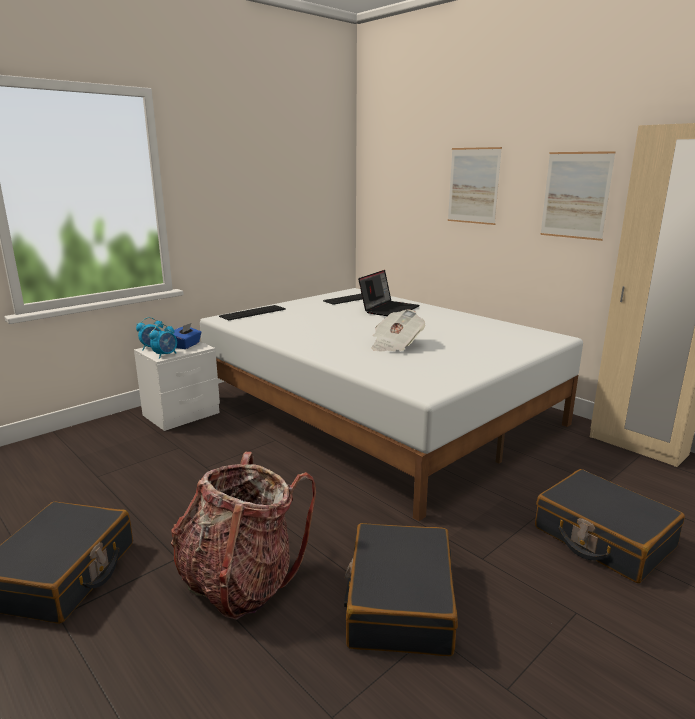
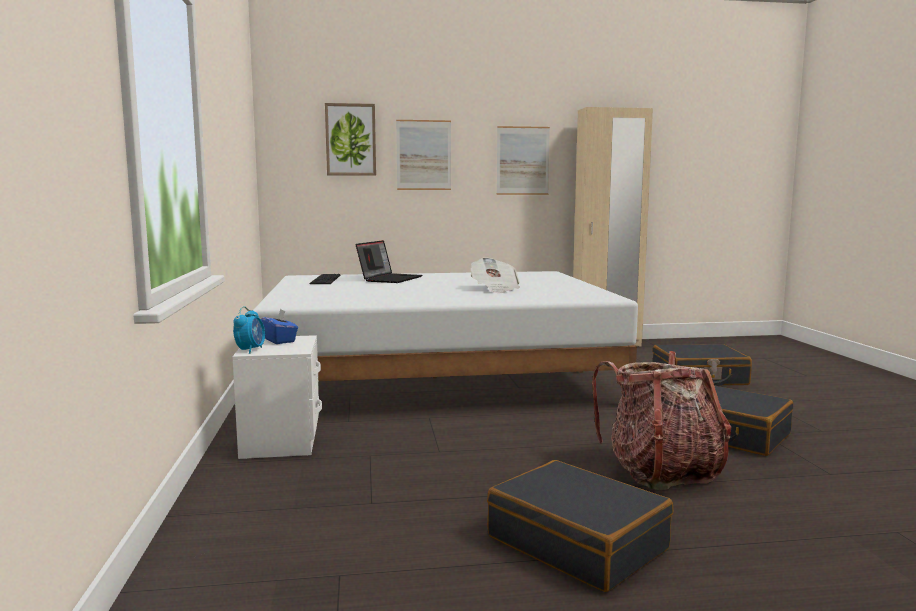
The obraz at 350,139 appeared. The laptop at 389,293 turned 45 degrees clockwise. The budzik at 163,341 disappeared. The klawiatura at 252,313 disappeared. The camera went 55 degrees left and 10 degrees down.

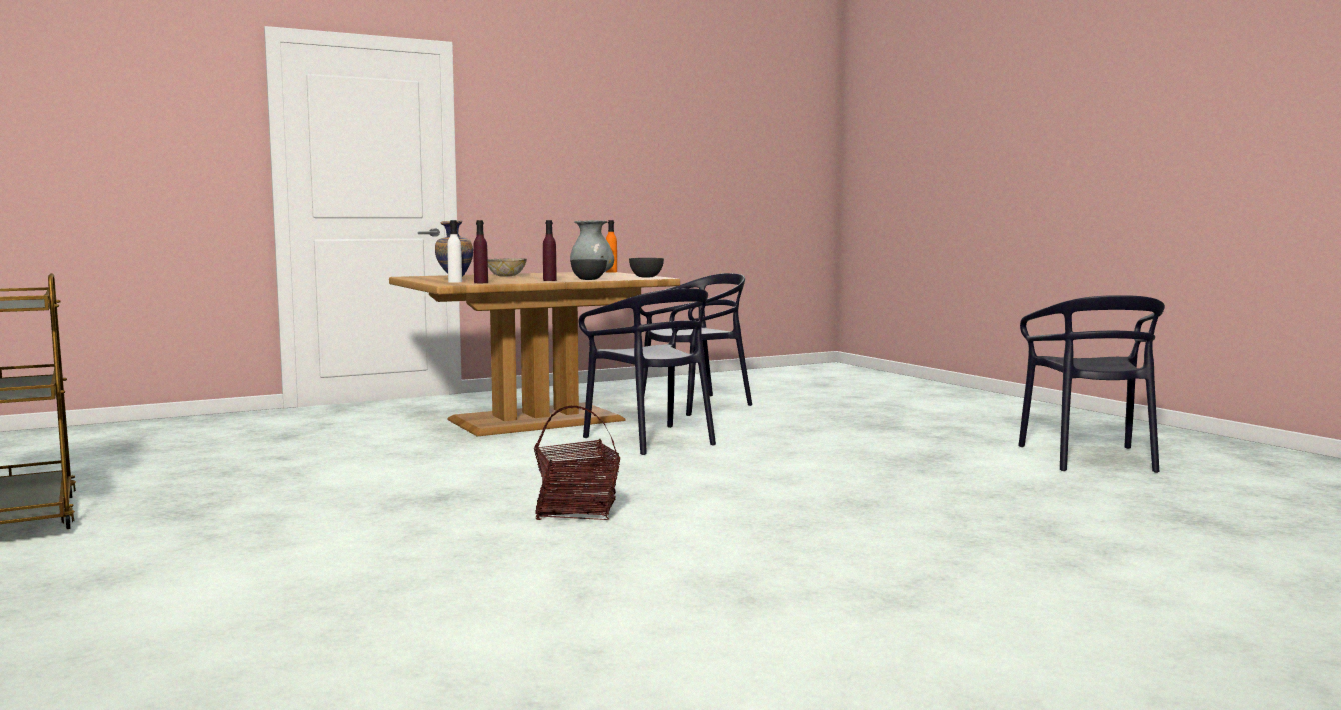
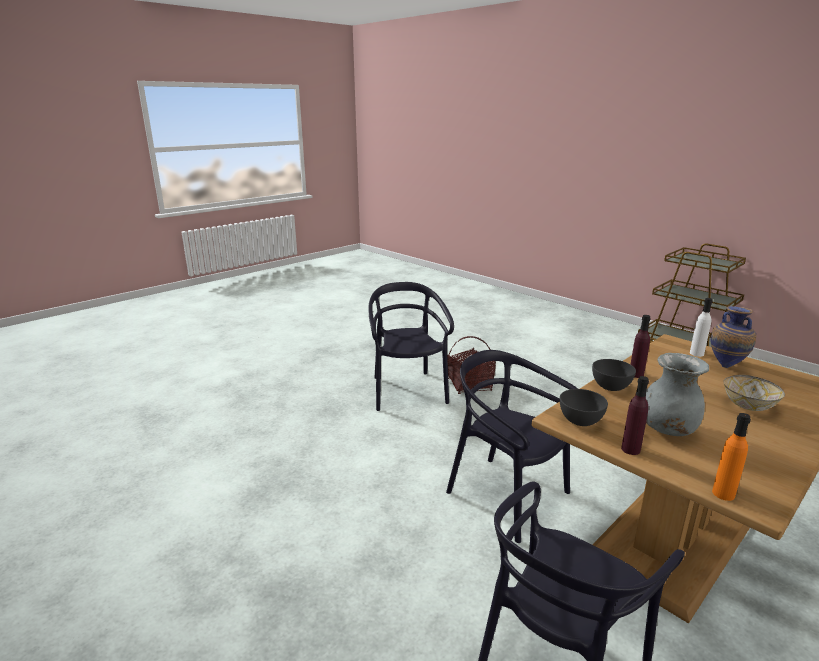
The krzesło/czarny moved from 1091,384 to 411,346. The butelka/fioletowy moved from 480,251 to 635,415. The camera went 165 degrees right and 15 degrees up.

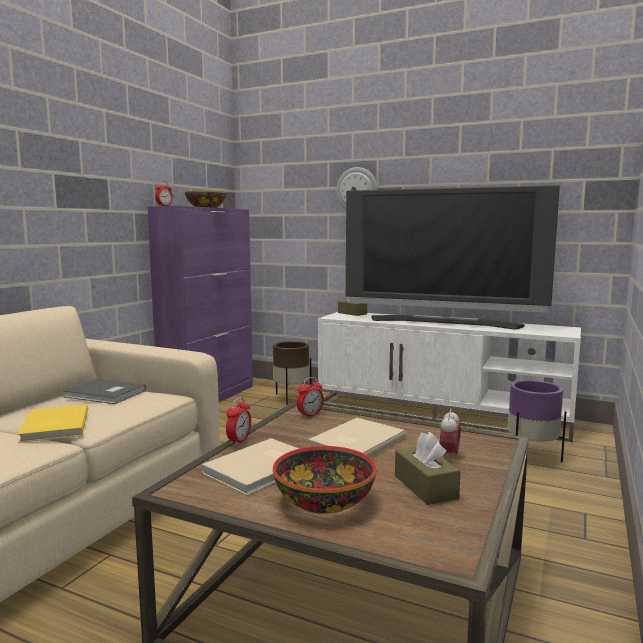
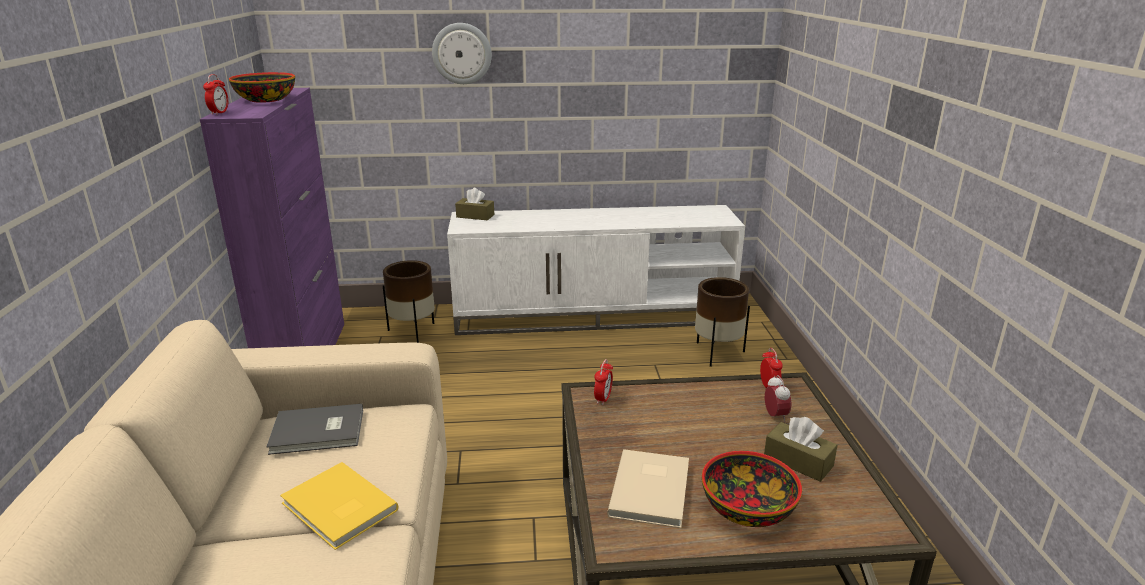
The donica/fioletowy at 537,421 became the donica/brązowy at 722,322. The budzik moved from 238,421 to 771,368. The książka/beżowy at 357,438 disappeared. The telewizor at 453,257 disappeared. The camera went 30 degrees left and 15 degrees up.

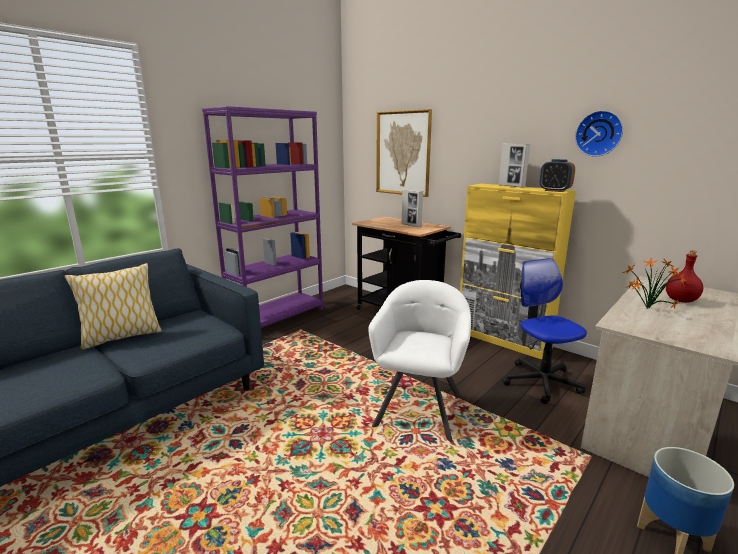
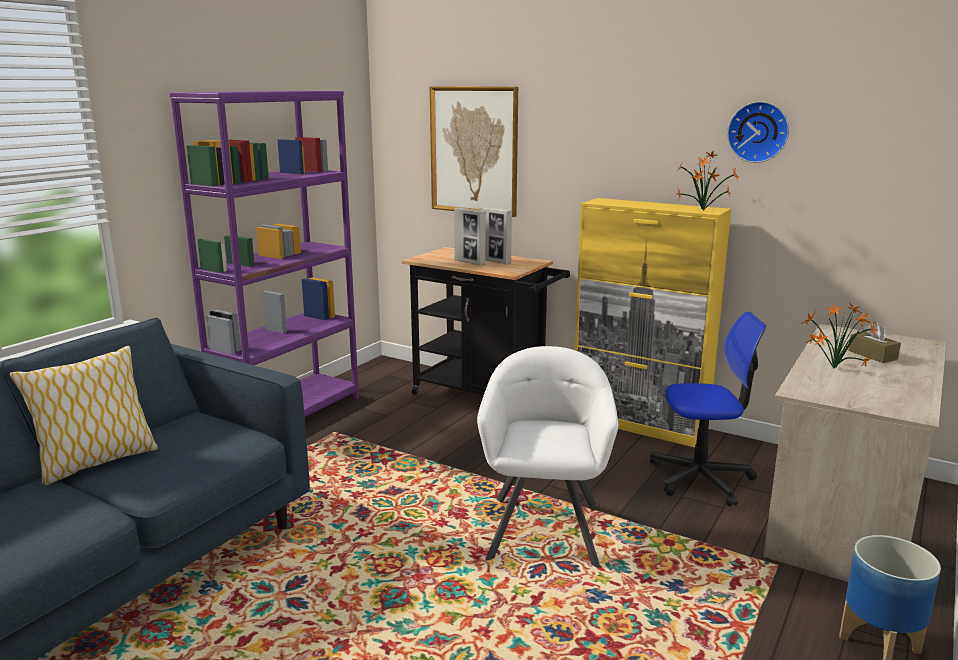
The ramka na zdjęcie moved from 514,165 to 470,236. The krzesło biurowe at 544,331 turned 120 degrees clockwise. The budzik at 557,175 was replaced by the roślina doniczkowa at 708,181. The butelka/czerwony at 684,276 was replaced by the pudełko chusteczek/brązowy at 874,342. The camera went 10 degrees left and 0 degrees up.

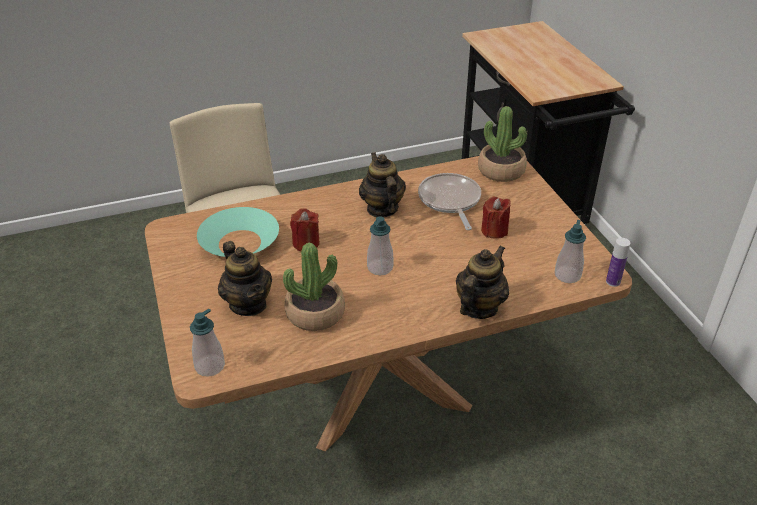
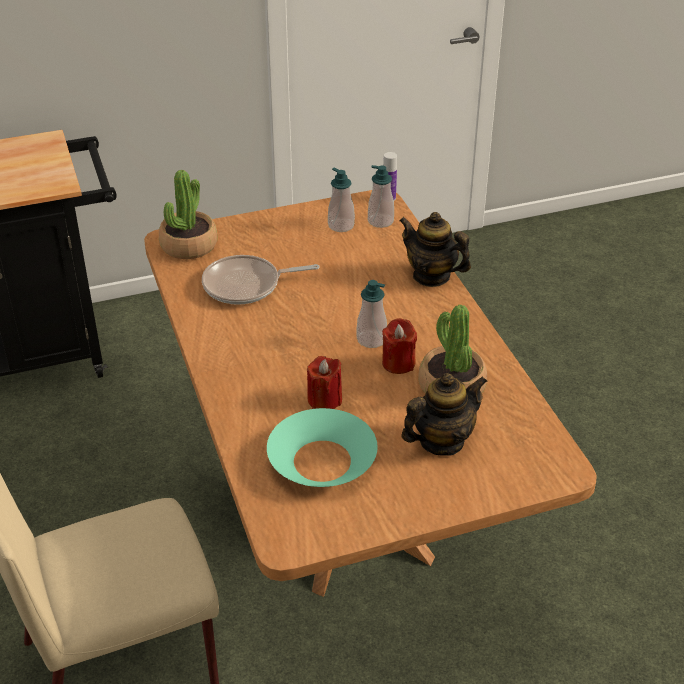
The dozownik mydła moved from 207,342 to 341,200. The świeca/czerwony moved from 496,218 to 399,346. The imbryk at 382,185 disappeared. The camera went 90 degrees left and 0 degrees up.

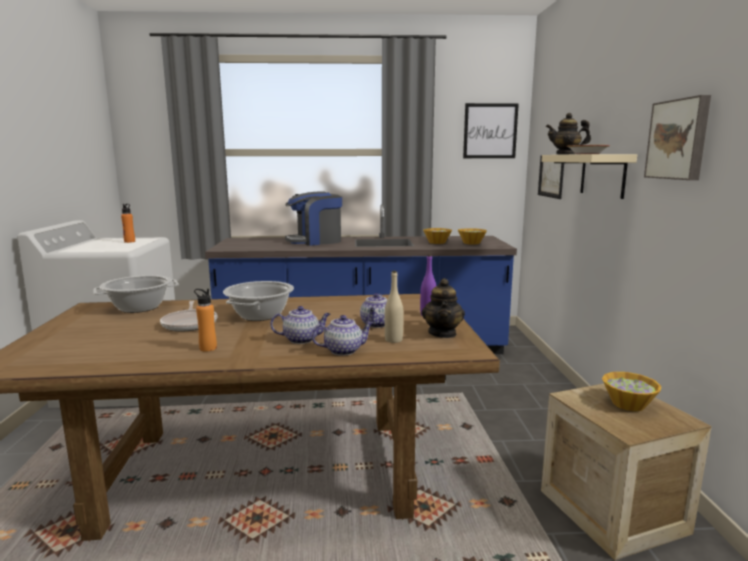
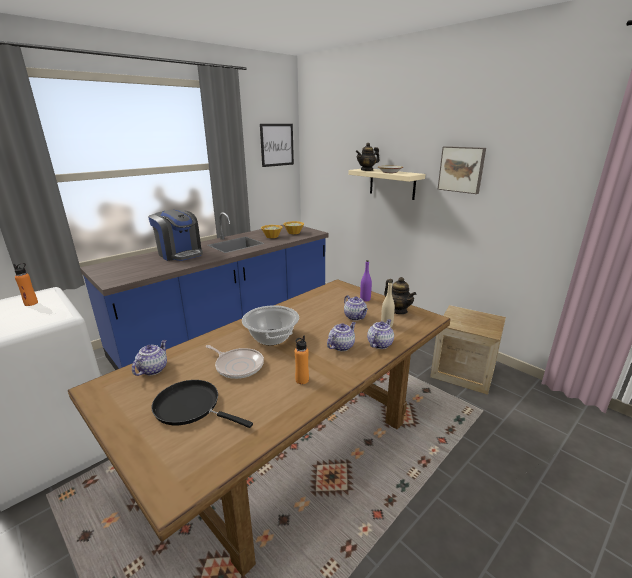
The garnek at 136,294 was replaced by the imbryk at 149,358. The ekspres do kawy at 313,218 turned 75 degrees counterclockwise. The patelnia/czarny at 202,404 appeared. The obraz at 551,177 disappeared. The miska at 631,391 disappeared. The camera went 40 degrees left and 10 degrees up.

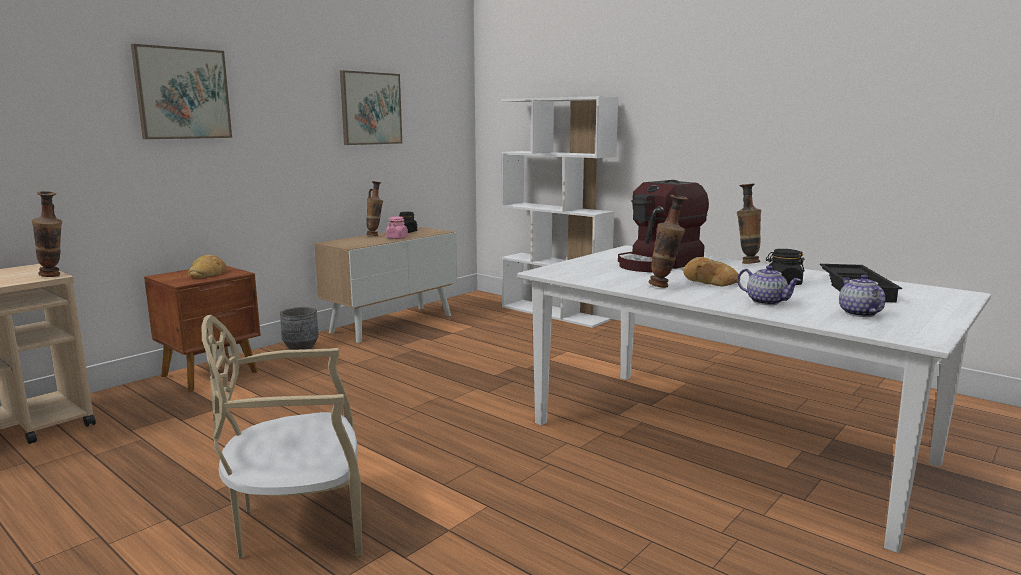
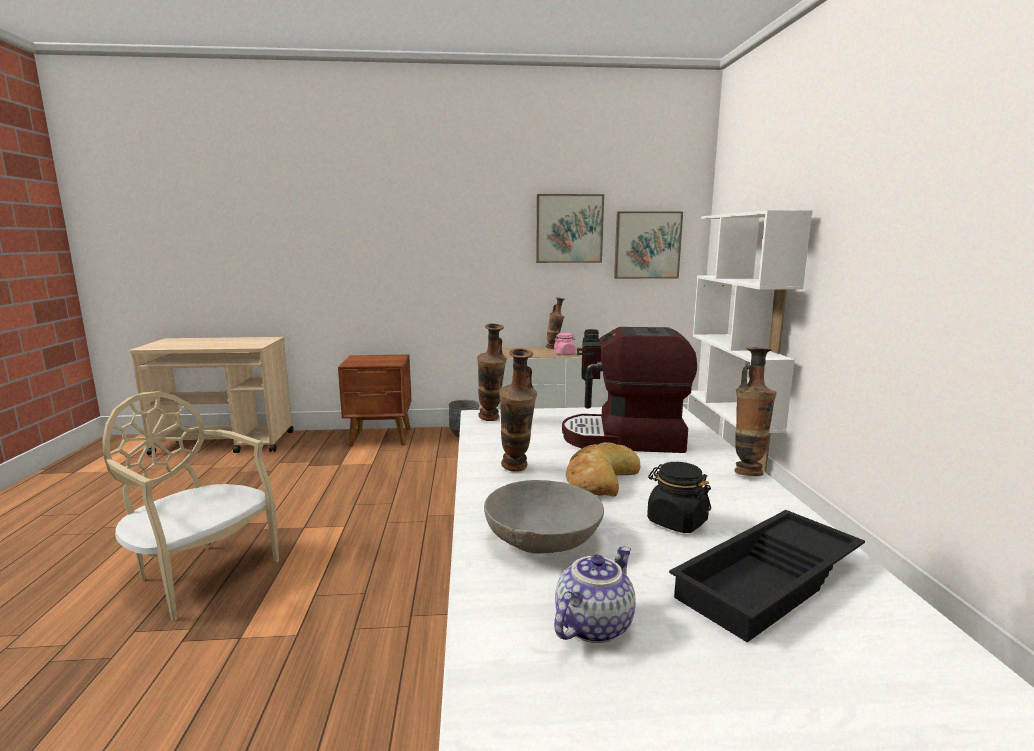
The wazon moved from 47,234 to 492,372. The imbryk at 769,285 was replaced by the miska/szary at 544,517. The obraz moved from 181,91 to 648,245. The chleb at 207,266 disappeared. The camera went 45 degrees right and 0 degrees up.

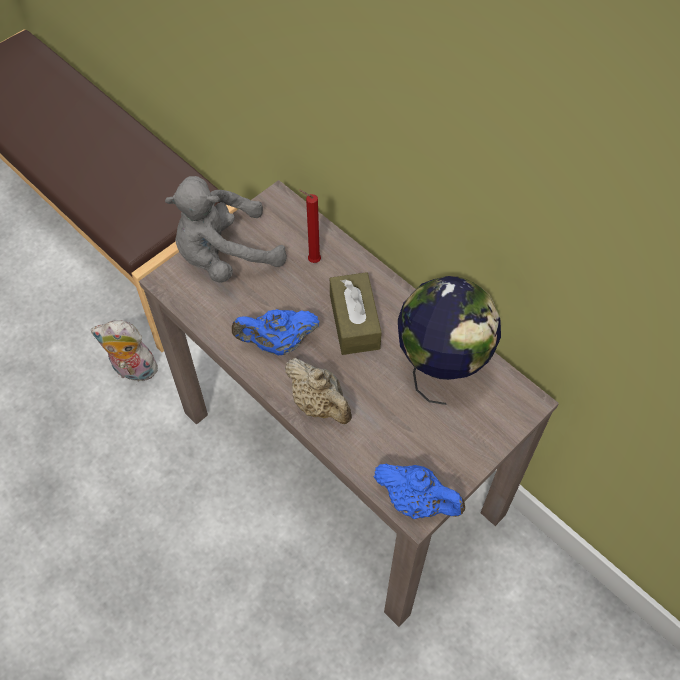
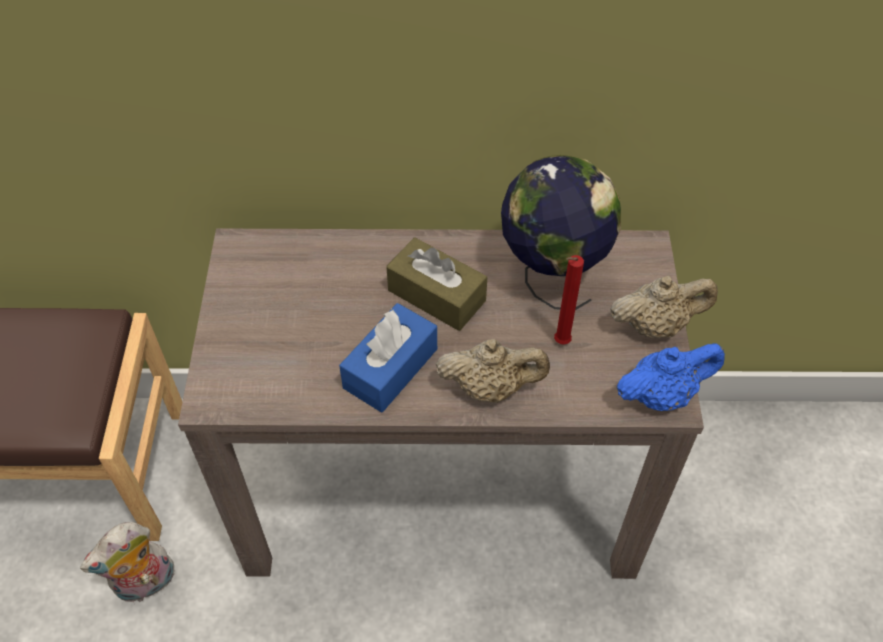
The imbryk/niebieski at 276,332 was replaced by the pudełko chusteczek/niebieski at 388,357. The świeca/czerwony moved from 310,226 to 569,300. The imbryk/beżowy at 664,306 appeared. The pluszak/szary at 226,229 disappeared. The camera went 45 degrees left and 5 degrees down.

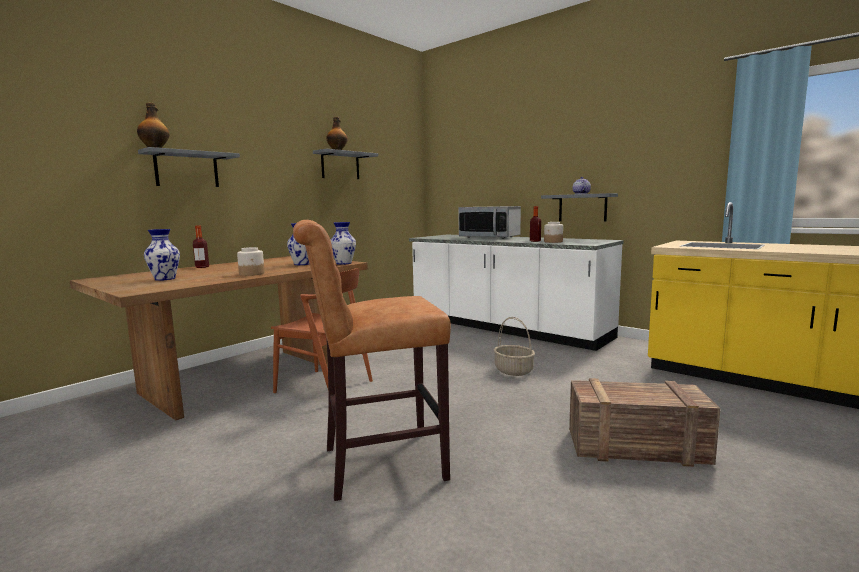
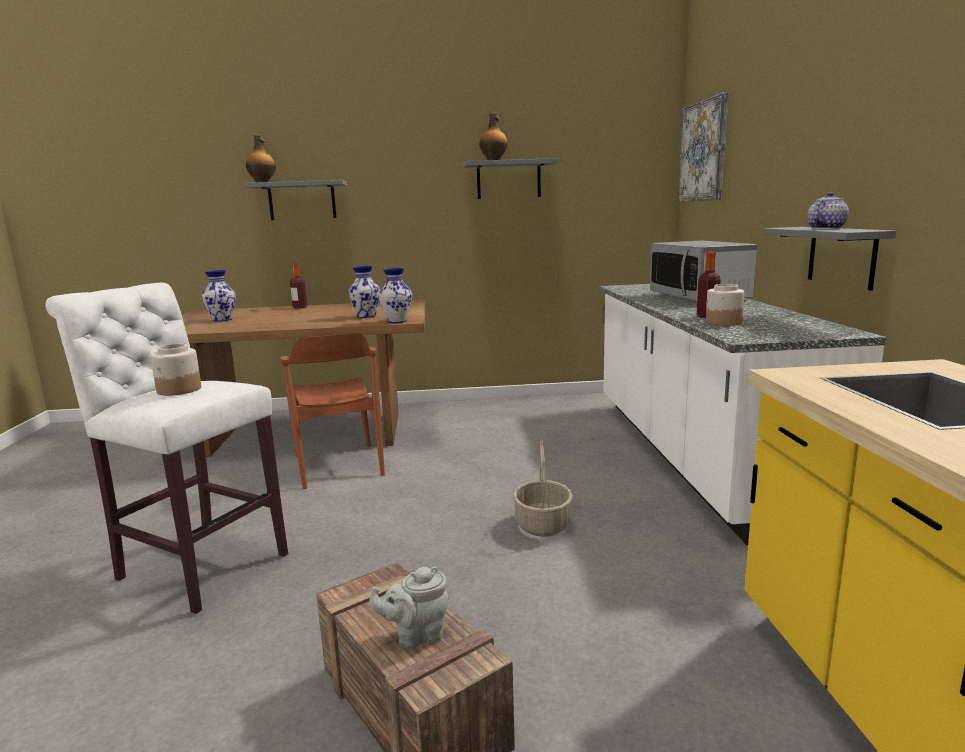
The stołek/brązowy at 372,360 became the stołek/biały at 167,448. The słoik moved from 251,261 to 175,370. The imbryk/szary at 409,607 appeared. The obraz at 703,147 appeared. The camera went 45 degrees right and 5 degrees up.

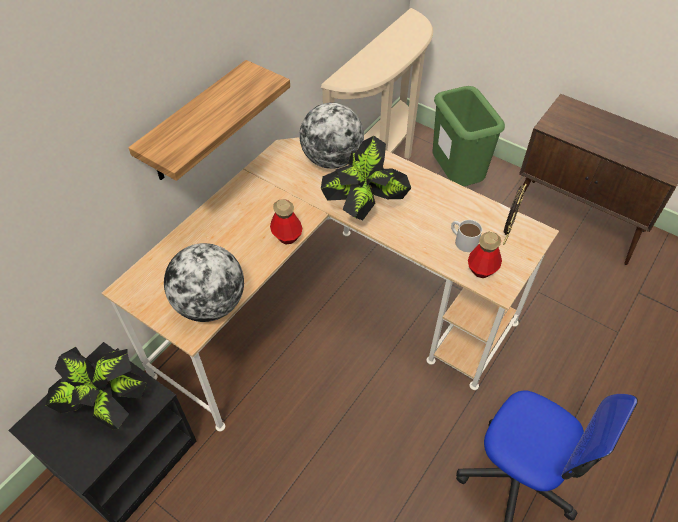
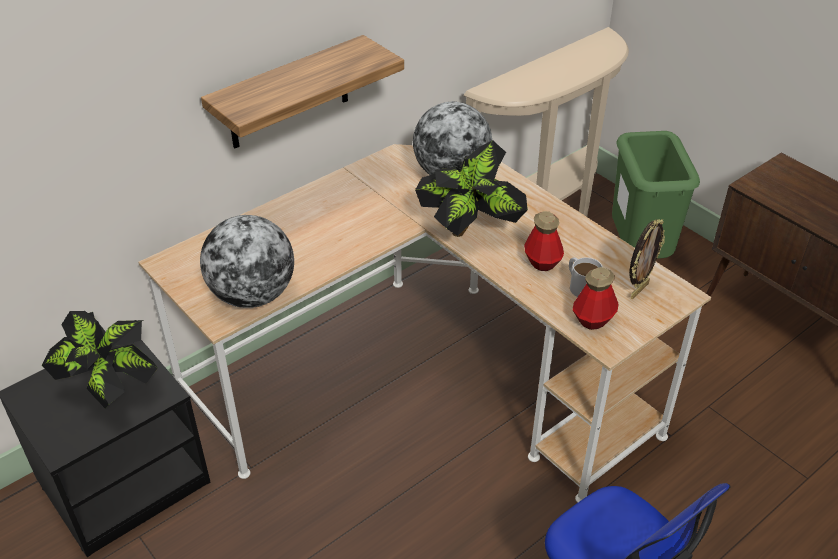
The butelka moved from 286,222 to 544,241. The camera went 15 degrees right and 10 degrees down.

